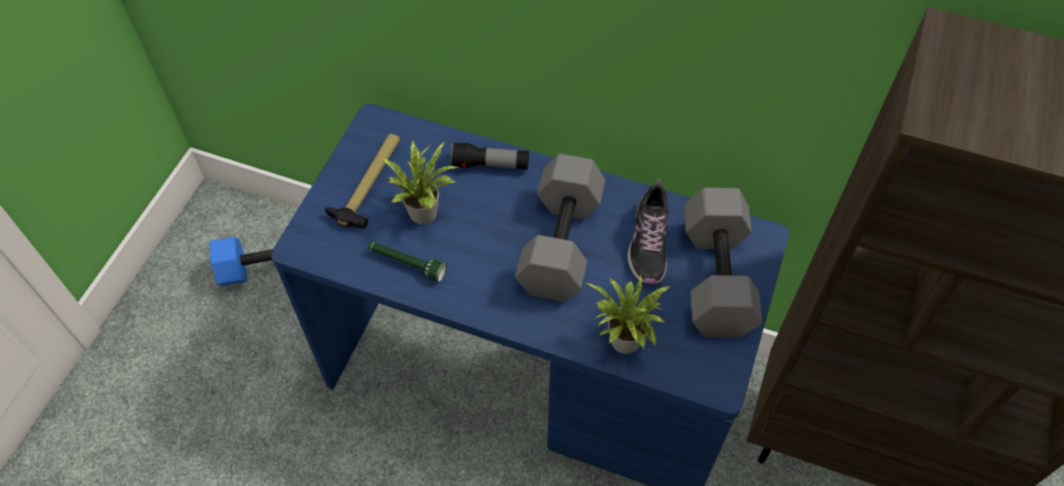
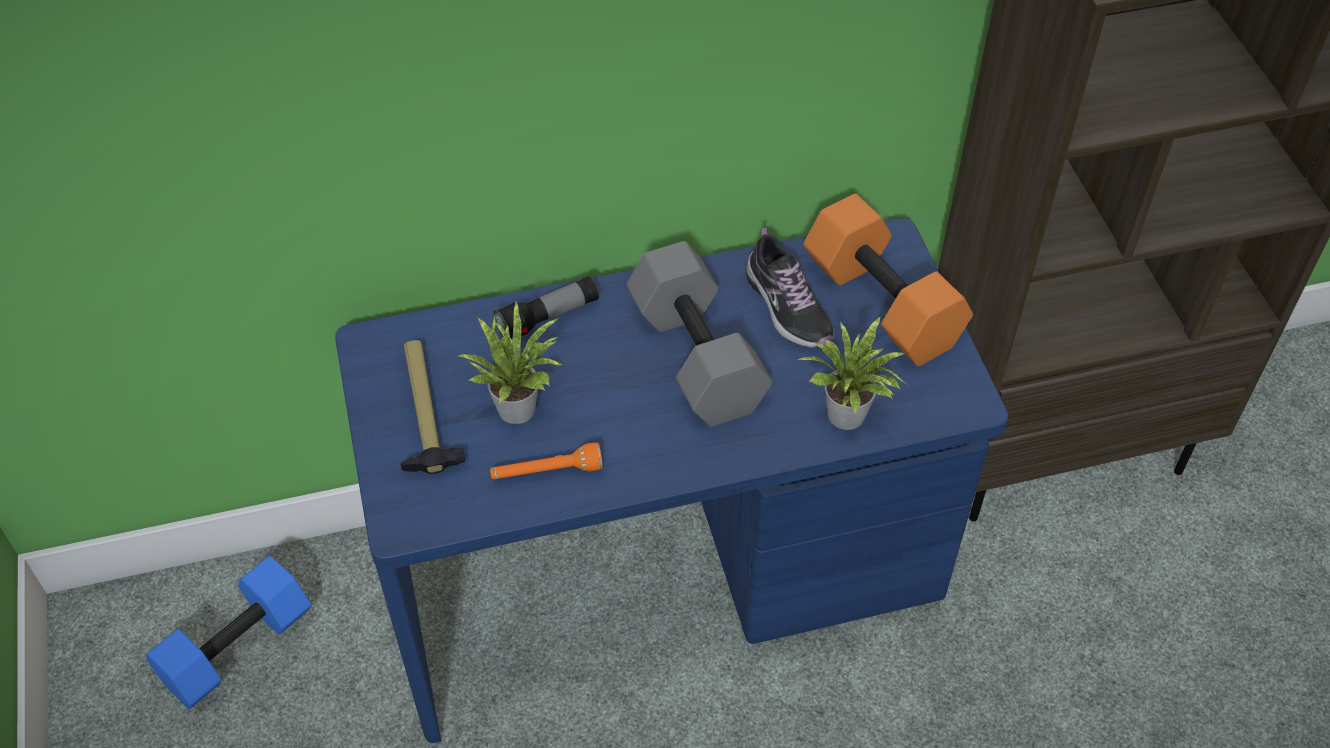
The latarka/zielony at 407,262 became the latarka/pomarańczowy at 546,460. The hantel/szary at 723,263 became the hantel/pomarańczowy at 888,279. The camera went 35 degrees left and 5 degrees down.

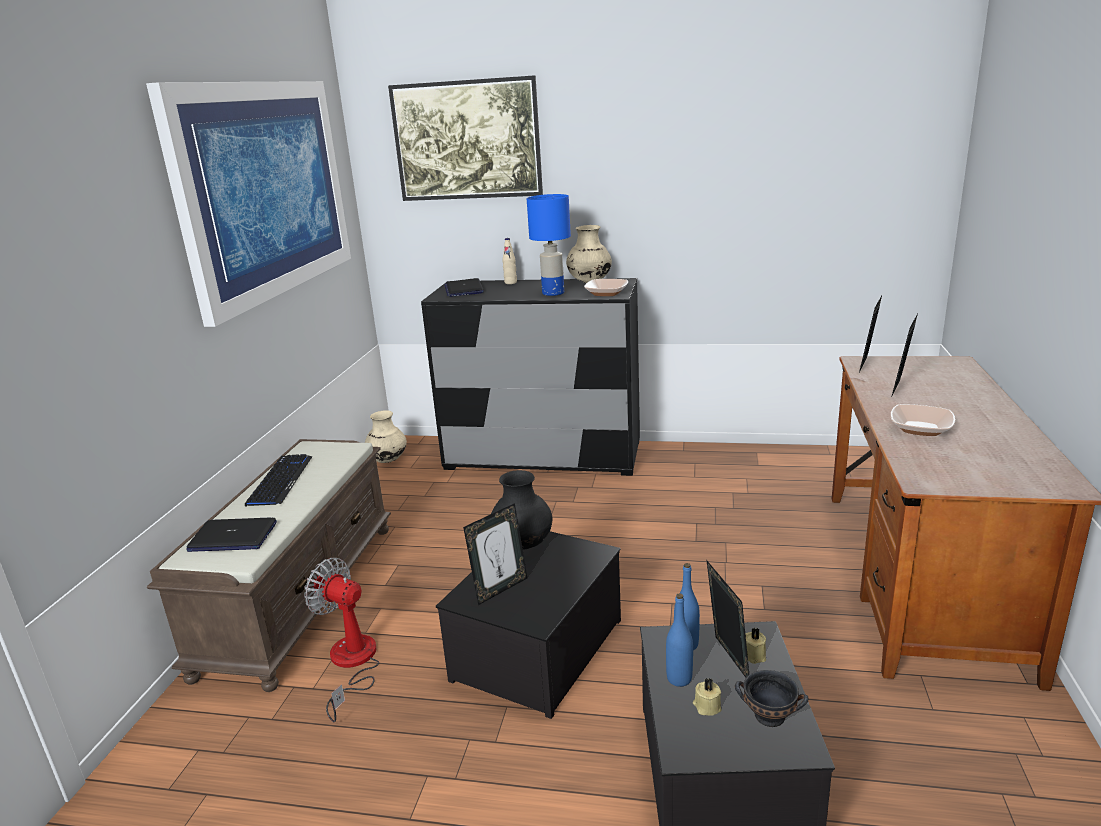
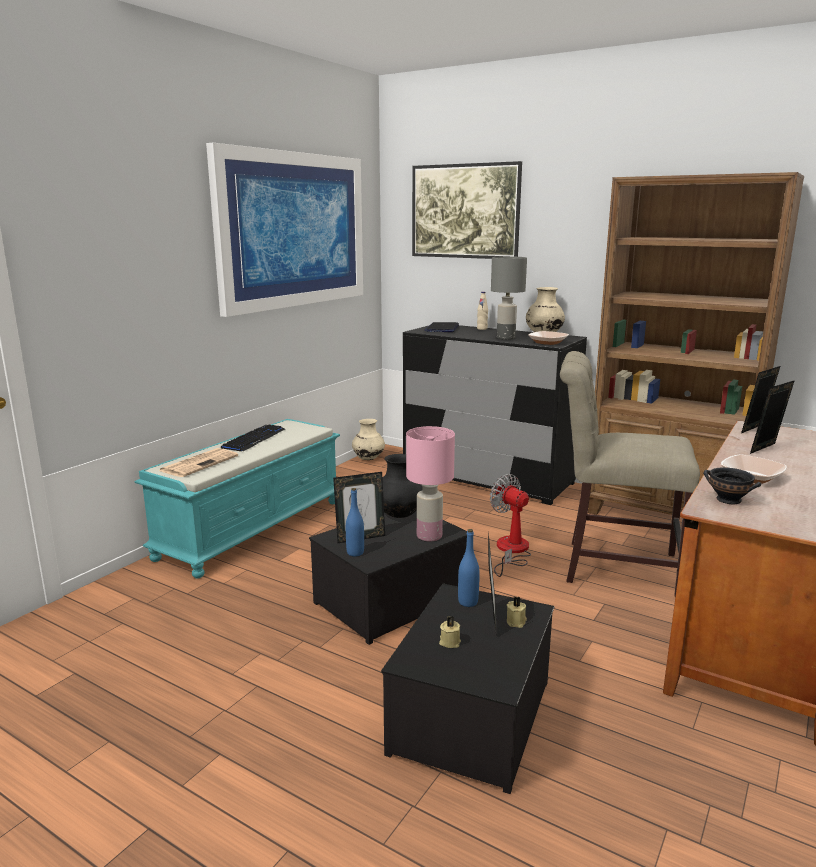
The ławka/brązowy at 269,565 became the ławka/turkusowy at 237,498. The laptop at 231,535 was replaced by the gazeta at 198,462. The butelka/niebieski moved from 679,640 to 355,522. The lampa stołowa/różowy at 430,483 appeared. The wentylator moved from 341,640 to 510,525. The lampa stołowa/niebieski at 549,245 became the lampa stołowa/szary at 509,298. The krzesło/beżowy at 630,473 appeared. The regał/brązowy at 696,343 appeared. The miska/czarny moved from 772,698 to 732,485. The camera went 20 degrees right and 5 degrees down.

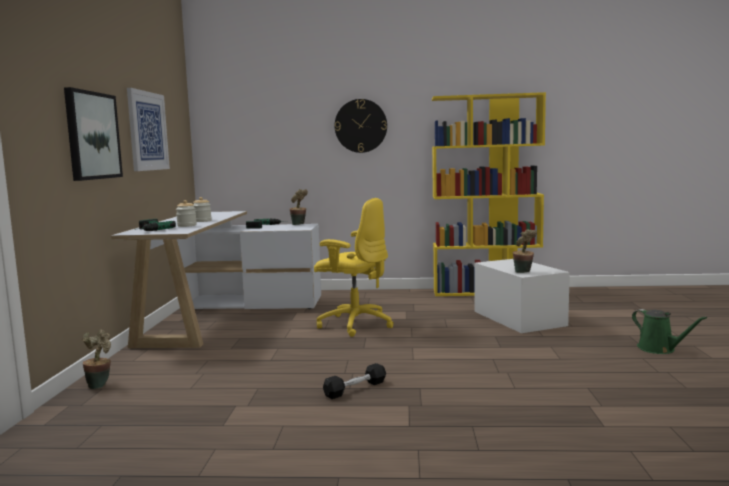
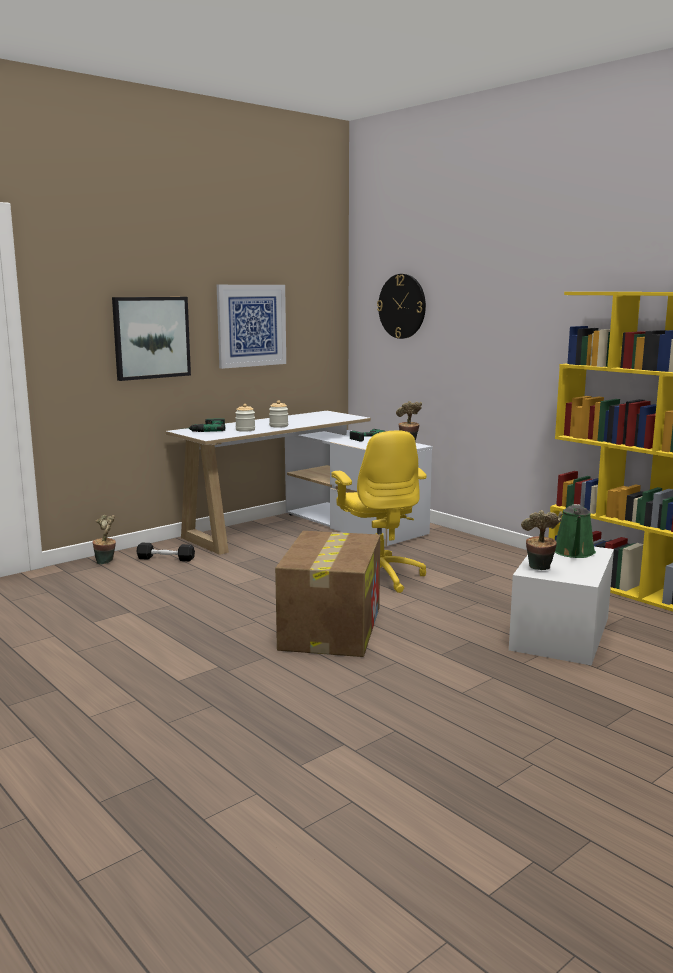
The hantel/czarny moved from 354,381 to 165,551. The karton at 327,594 appeared. The zegar ścienny moved from 361,126 to 401,306. The konewka/zielony moved from 669,331 to 575,531. The camera went 45 degrees right and 5 degrees up.

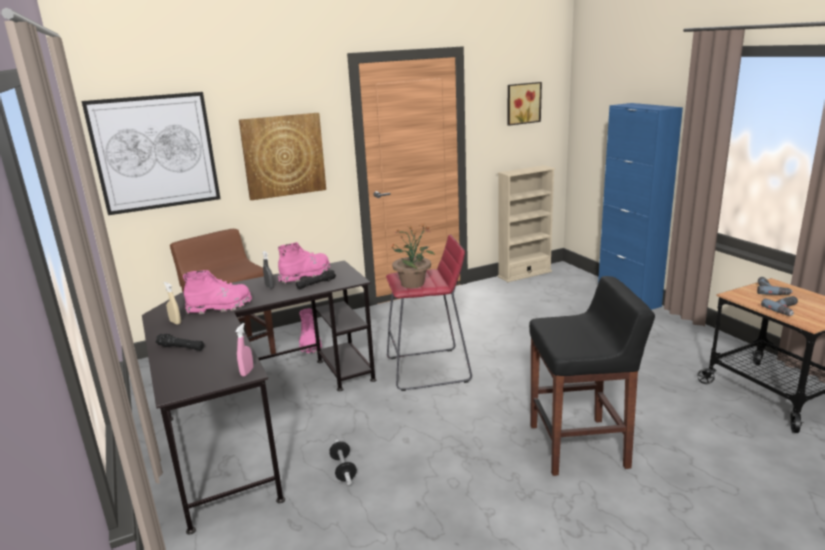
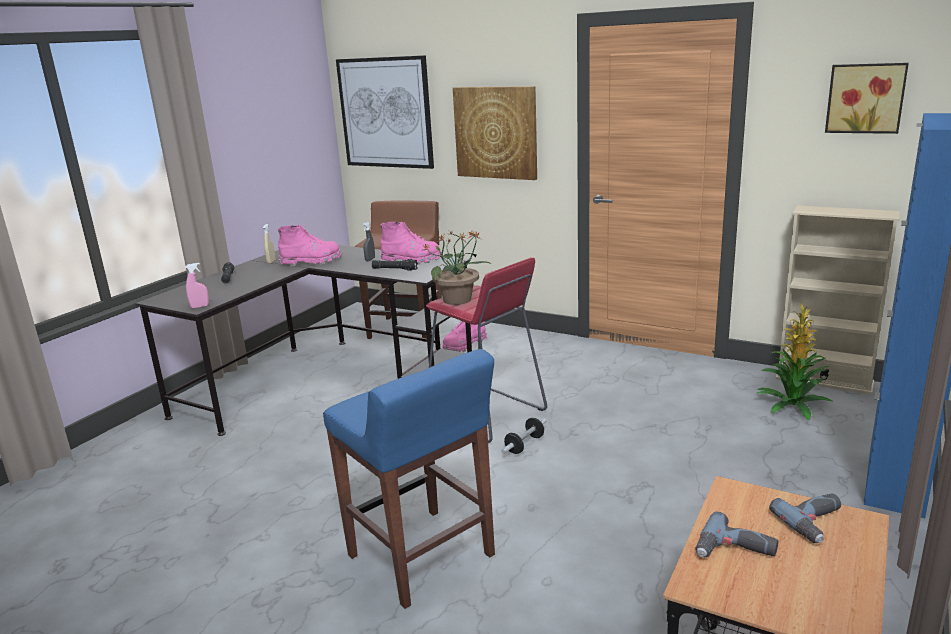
The but z cholewką/różowy at 217,292 turned 45 degrees counterclockwise. The stołek/czarny at 592,376 became the stołek/niebieski at 409,479. The hantel moved from 343,462 to 523,436. The roślina doniczkowa at 795,361 appeared. The camera went 55 degrees right and 0 degrees up.

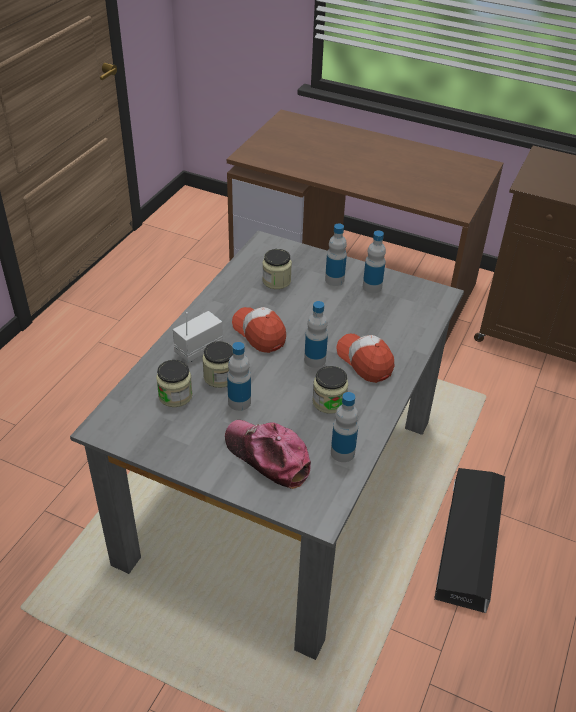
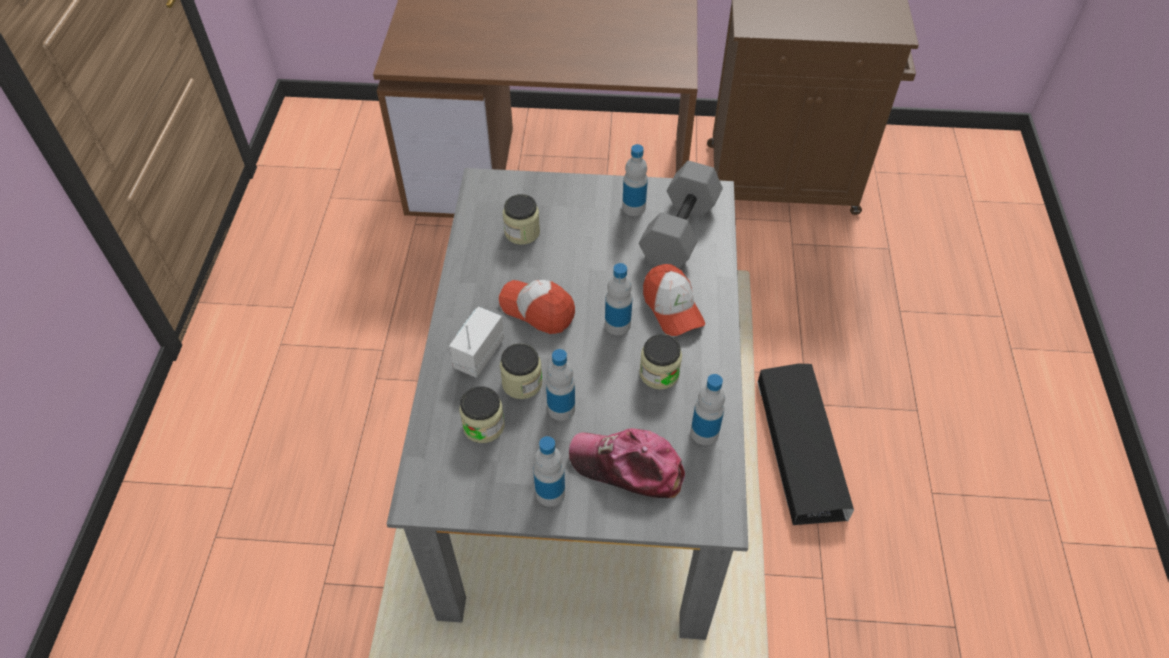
The butelka moved from 336,254 to 549,471. The hantel/szary at 681,215 appeared. The czapka z daszkiem at 365,358 turned 150 degrees counterclockwise. The camera went 20 degrees left and 10 degrees up.

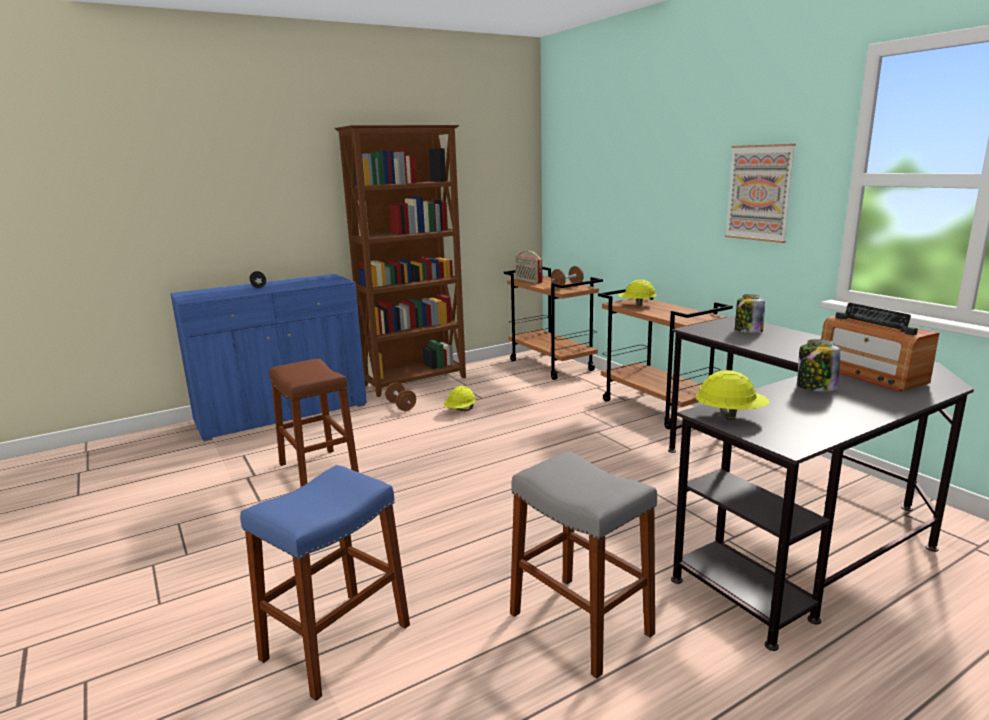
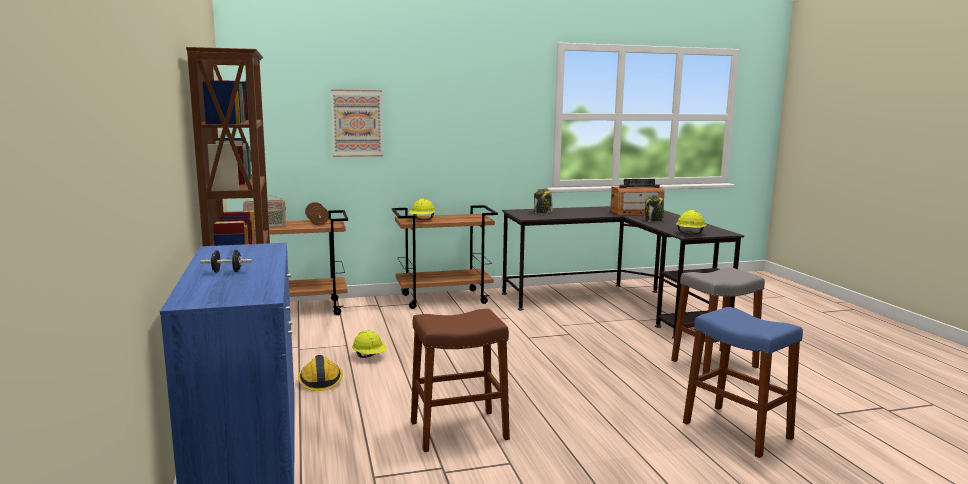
The hantel/brązowy at 400,396 was replaced by the kask at 320,373. The obraz moved from 760,193 to 357,123. The camera went 75 degrees left and 5 degrees down.

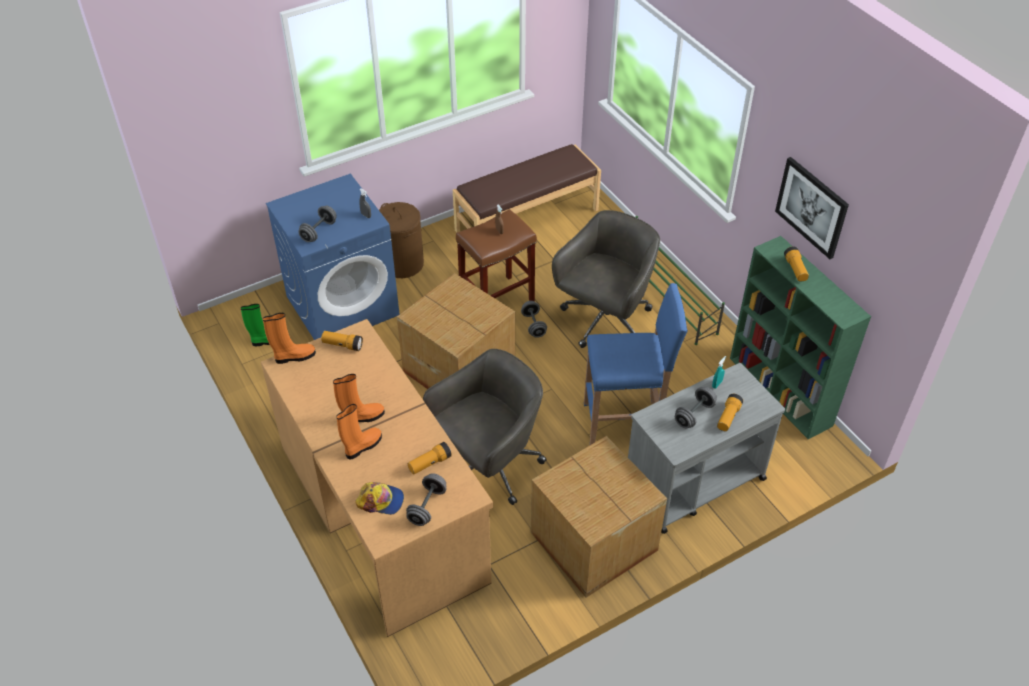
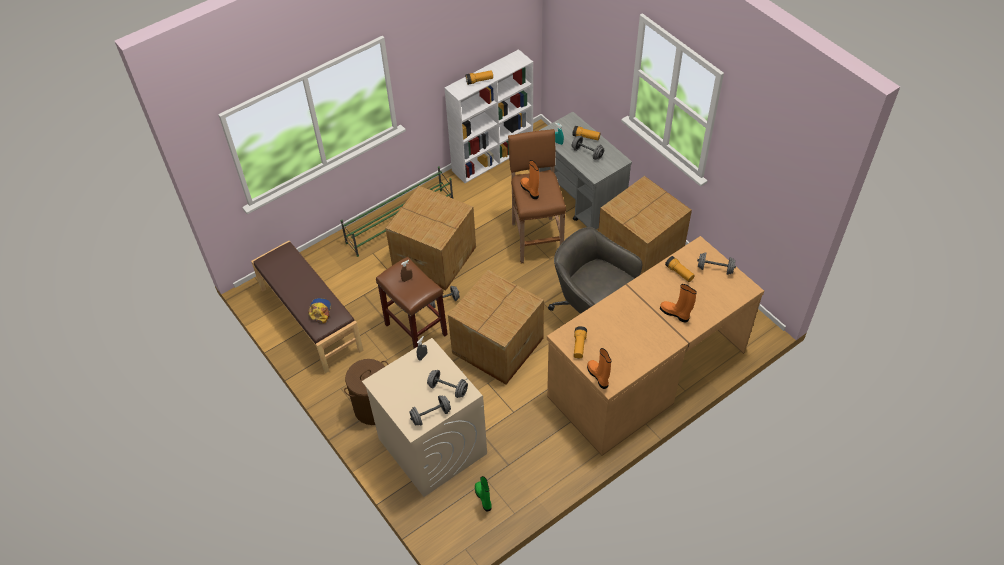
The czapka z daszkiem moved from 379,498 to 319,311. The pralka/niebieski at 332,256 became the pralka/beżowy at 424,417. The krzesło biurowe/szary at 606,279 was replaced by the karton at 430,238. The hantel/szary at 430,411 appeared. The regał/zielony at 800,337 became the regał/biały at 489,116. The stołek/niebieski at 636,364 became the stołek/brązowy at 537,196. The but z cholewką/pomarańczowy moved from 359,398 to 529,179. The obraz at 812,208 disappeared. The camera went 95 degrees left and 5 degrees up.

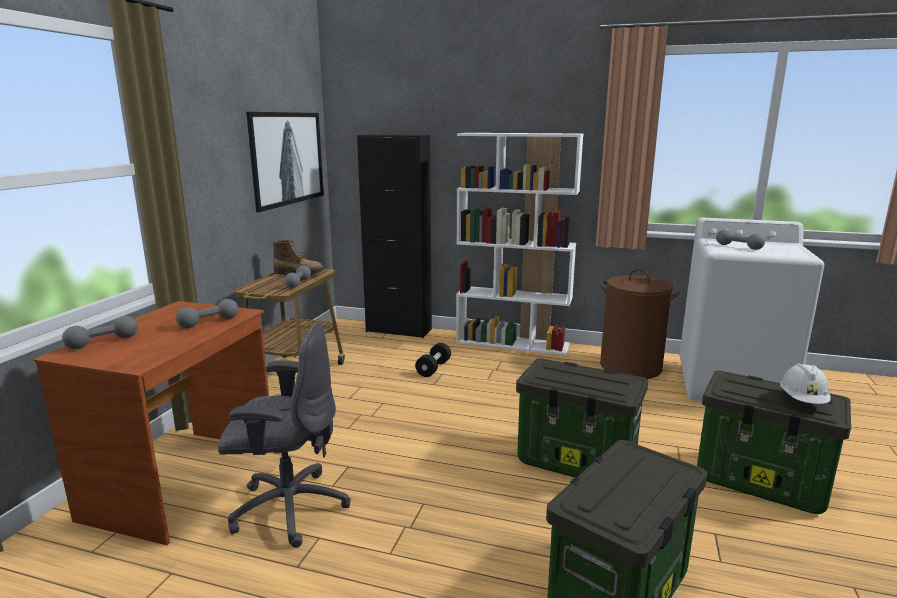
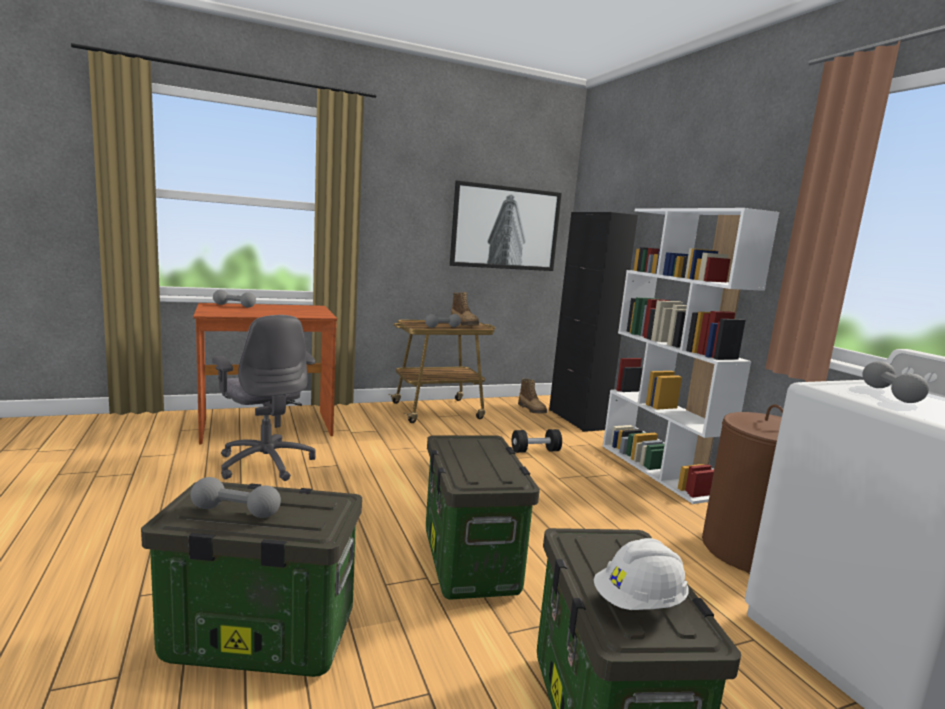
The hantel/szary moved from 207,313 to 236,497. The but z cholewką at 532,395 appeared. The camera went 50 degrees right and 5 degrees down.

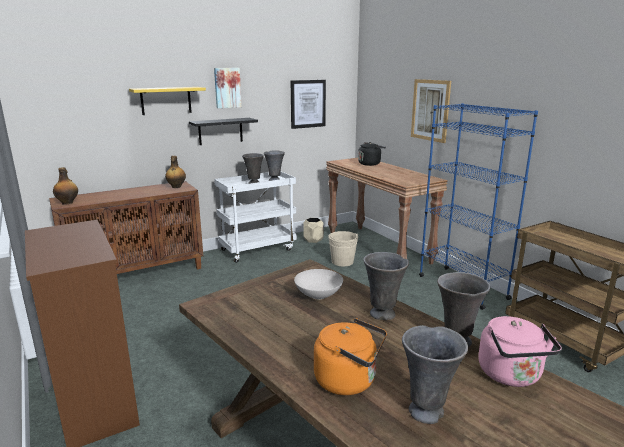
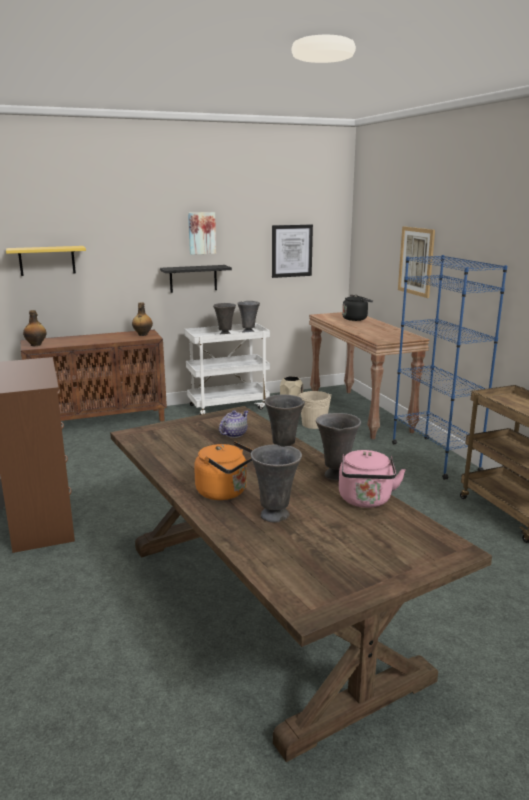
The półka/żółty moved from 167,101 to 46,261. The miska/biały at 318,284 was replaced by the imbryk at 234,424. The camera went 10 degrees right and 0 degrees up.

